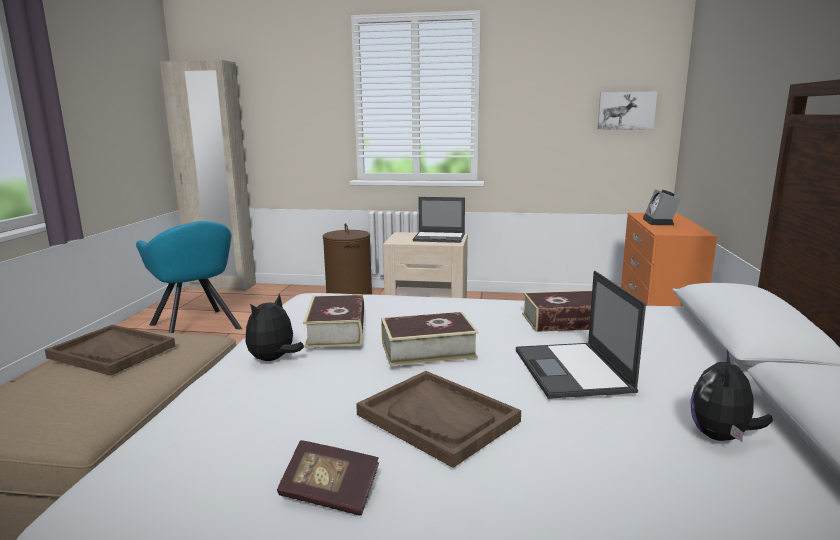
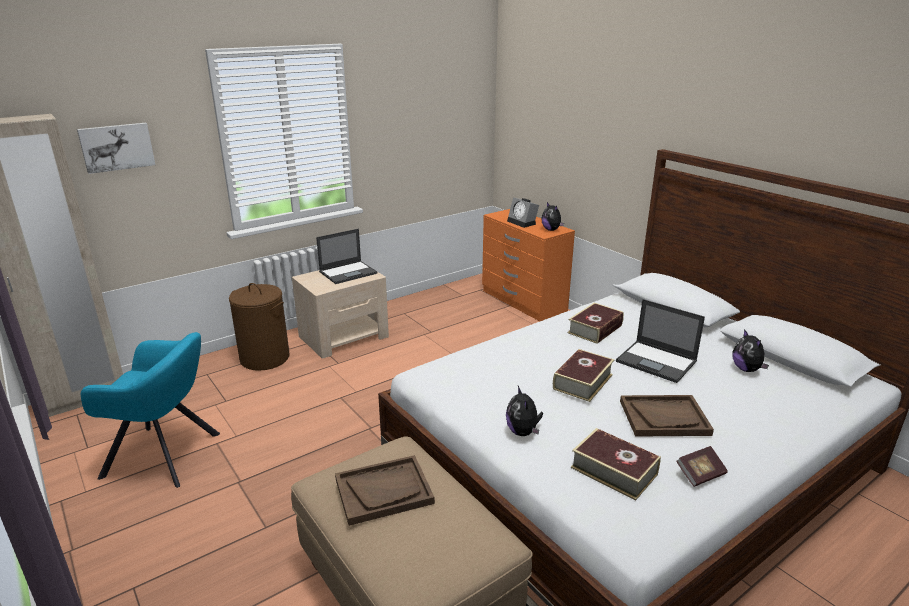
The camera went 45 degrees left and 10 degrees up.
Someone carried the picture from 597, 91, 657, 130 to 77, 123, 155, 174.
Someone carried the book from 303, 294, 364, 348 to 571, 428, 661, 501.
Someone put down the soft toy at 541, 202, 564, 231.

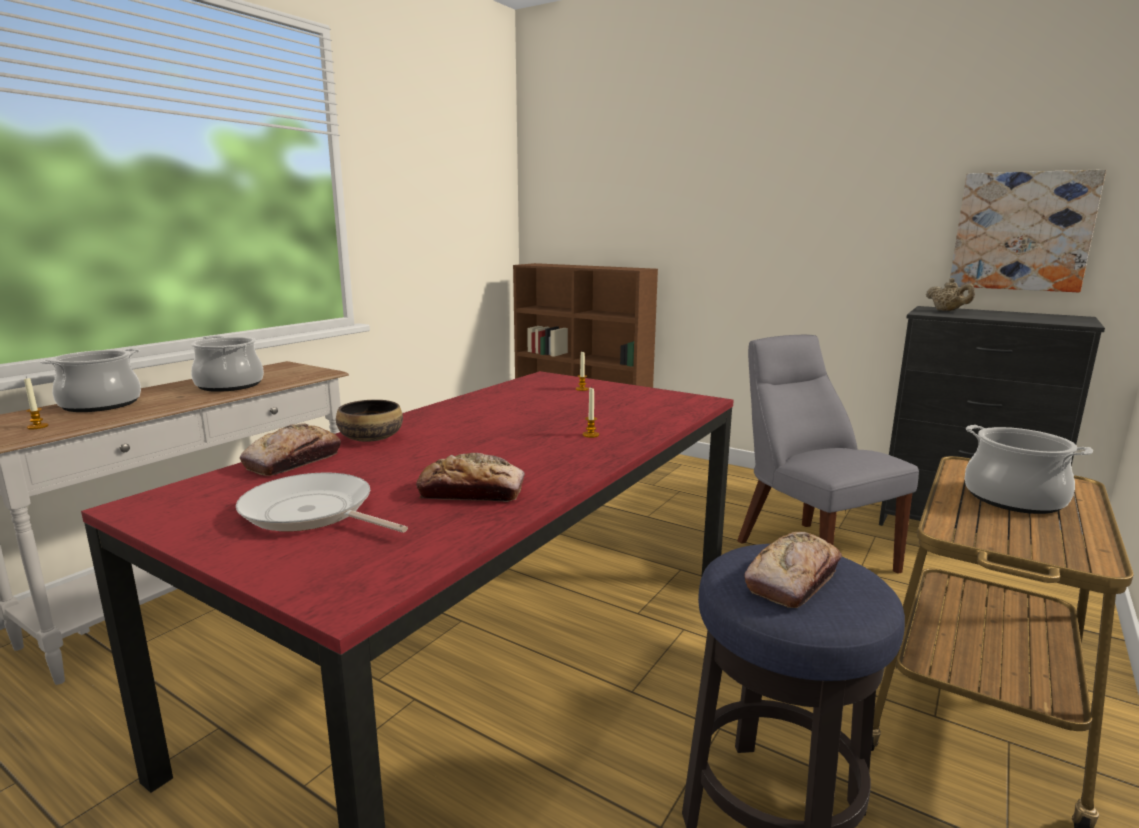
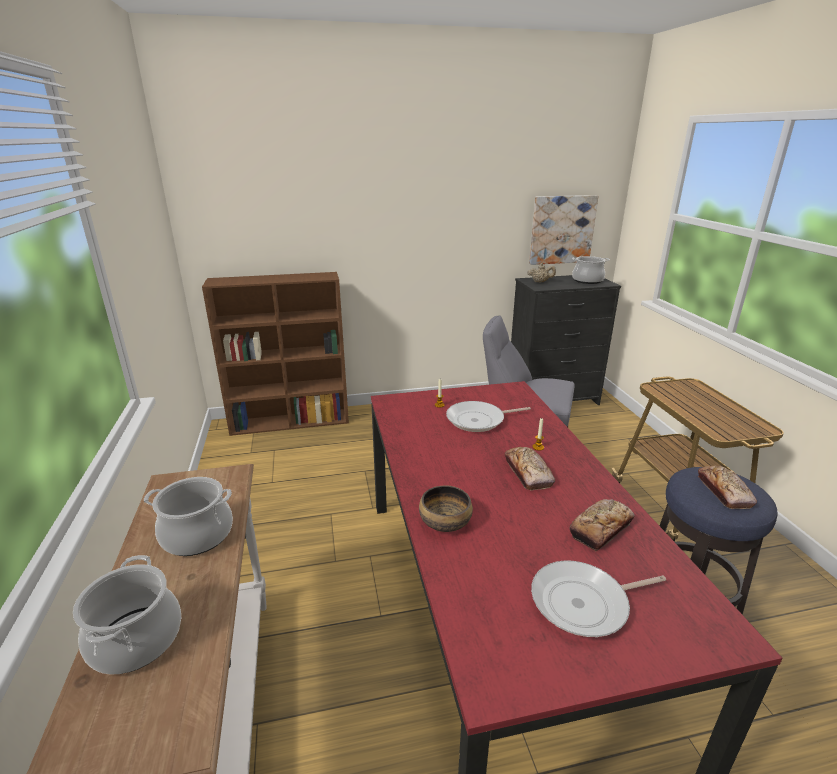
The camera went 45 degrees left and 10 degrees up.
Someone took away the candle at 24, 378, 49, 429.
Someone carried the baked bread from 240, 423, 341, 476 to 505, 447, 555, 491.
Someone carried the cooking pot from 965, 425, 1093, 514 to 572, 256, 610, 284.
Someone put down the skillet at 446, 401, 531, 432.

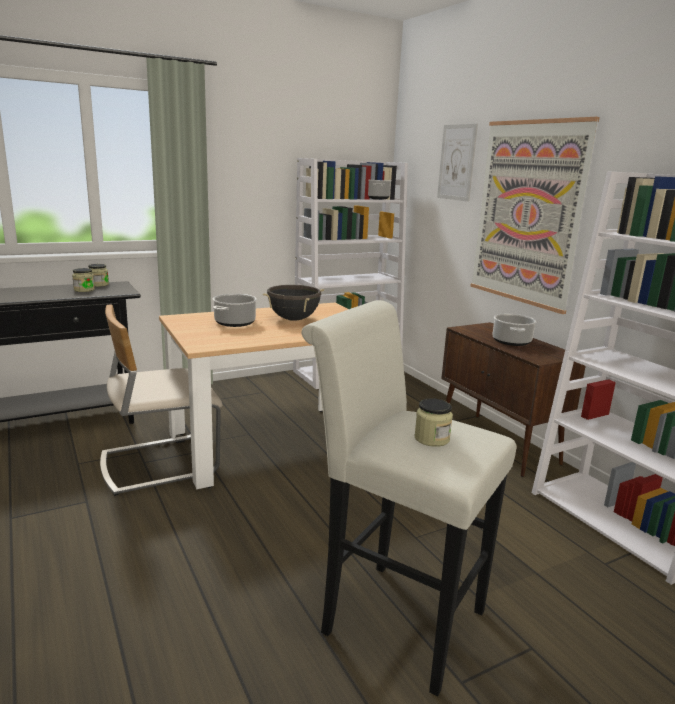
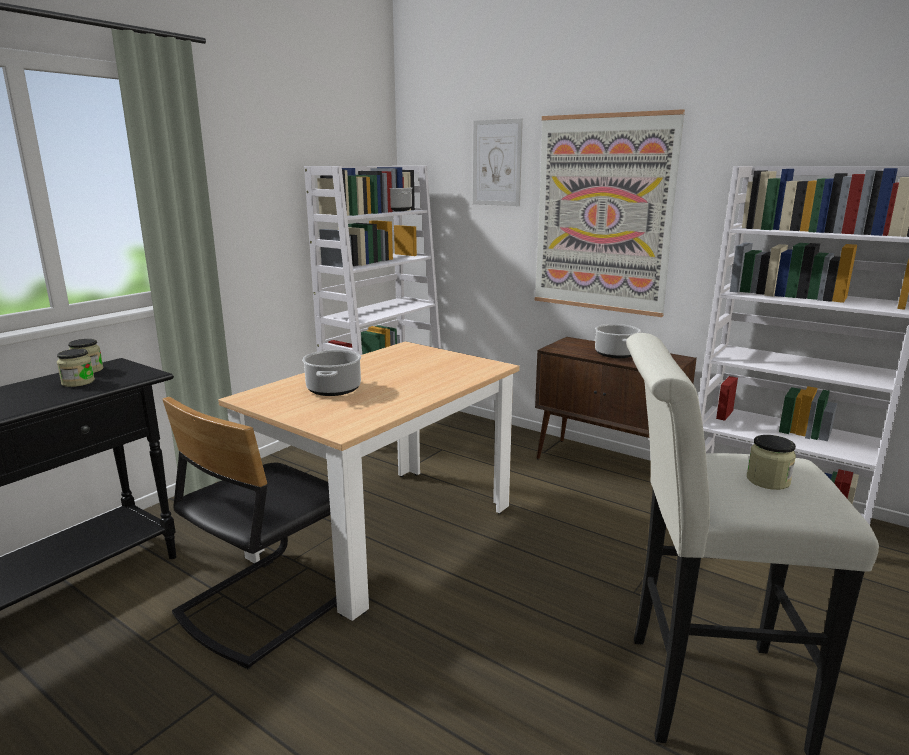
The camera went 25 degrees left and 0 degrees up.
Someone took away the blackish cooking pot at 263, 285, 324, 321.
Someone repainted the sand-coloured plain chair at 100, 305, 223, 496, which became the blackish plain chair at 162, 397, 337, 669.

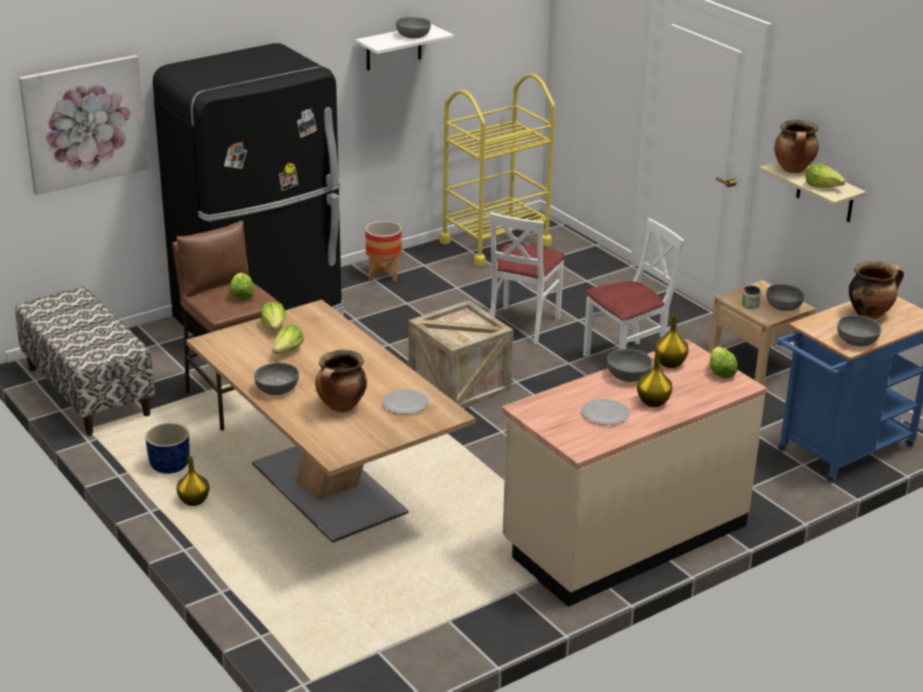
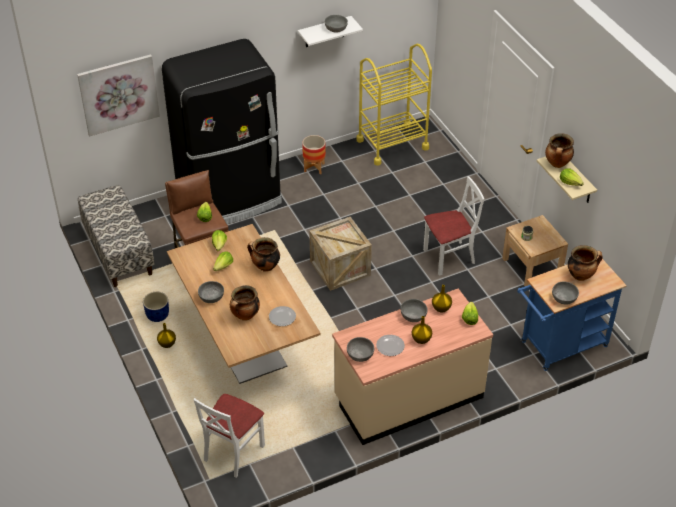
The camera went 10 degrees right and 15 degrees up.
Someone carried the whitish plain chair from 490, 212, 566, 344 to 193, 394, 265, 478.
Someone carried the grey deep dish from 766, 284, 805, 311 to 347, 337, 374, 362.
Someone put down the cooking pot at 247, 237, 280, 272.

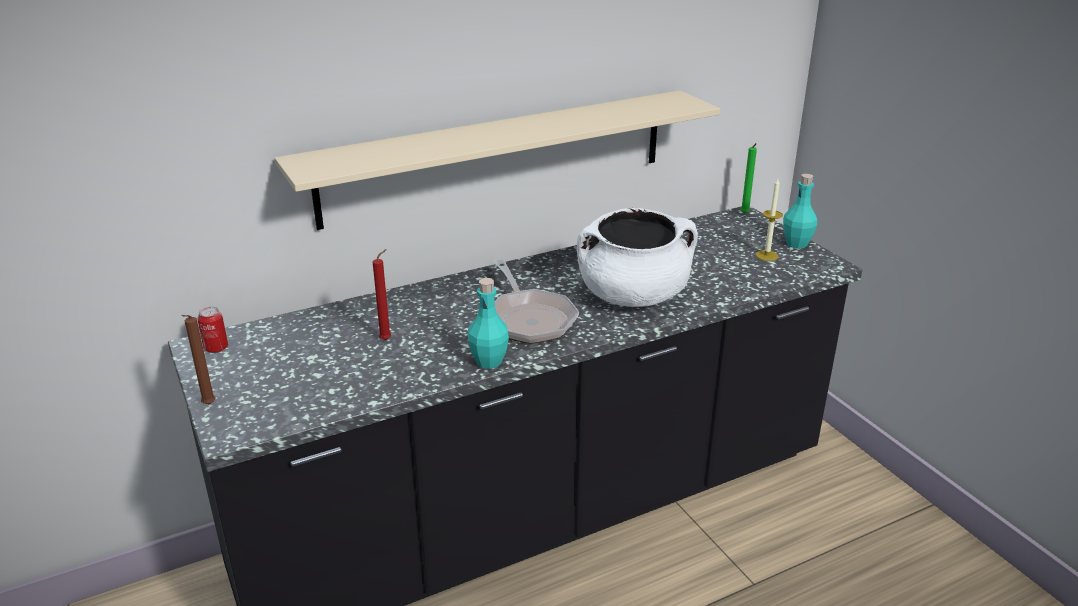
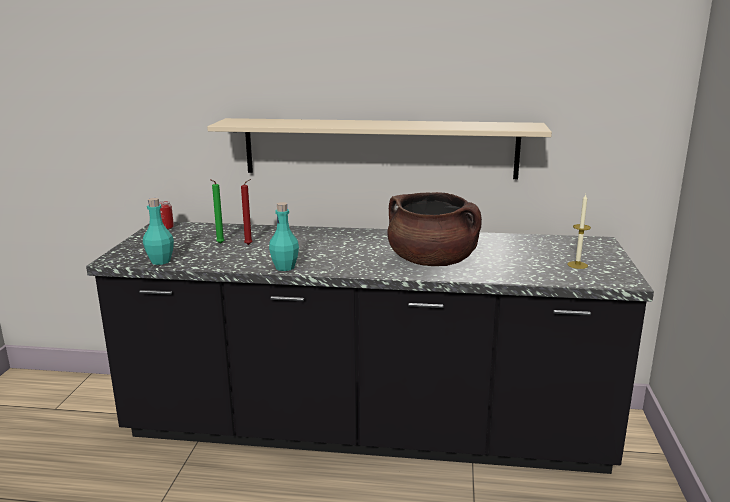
The camera went 35 degrees right and 10 degrees down.
Someone carried the green-coloured candle from 741, 143, 757, 213 to 210, 179, 225, 244.
Someone carried the turquoise-coloured beverage bottle from 783, 174, 817, 249 to 143, 198, 174, 265.
Someone repainted the whitish cooking pot at 577, 208, 698, 307, which became the brown-coloured cooking pot at 387, 192, 482, 266.
Someone took away the skillet at 494, 259, 579, 344.
Someone took away the brown-coloured candle at 181, 315, 215, 404.

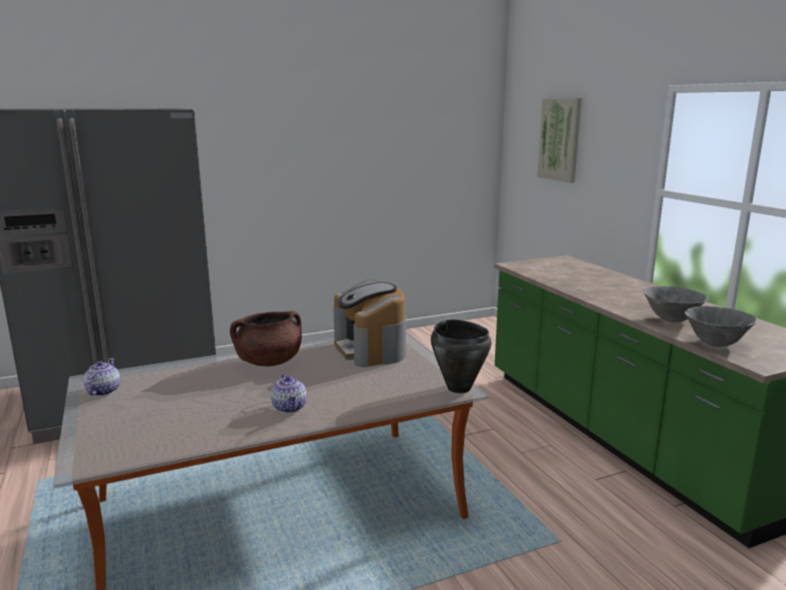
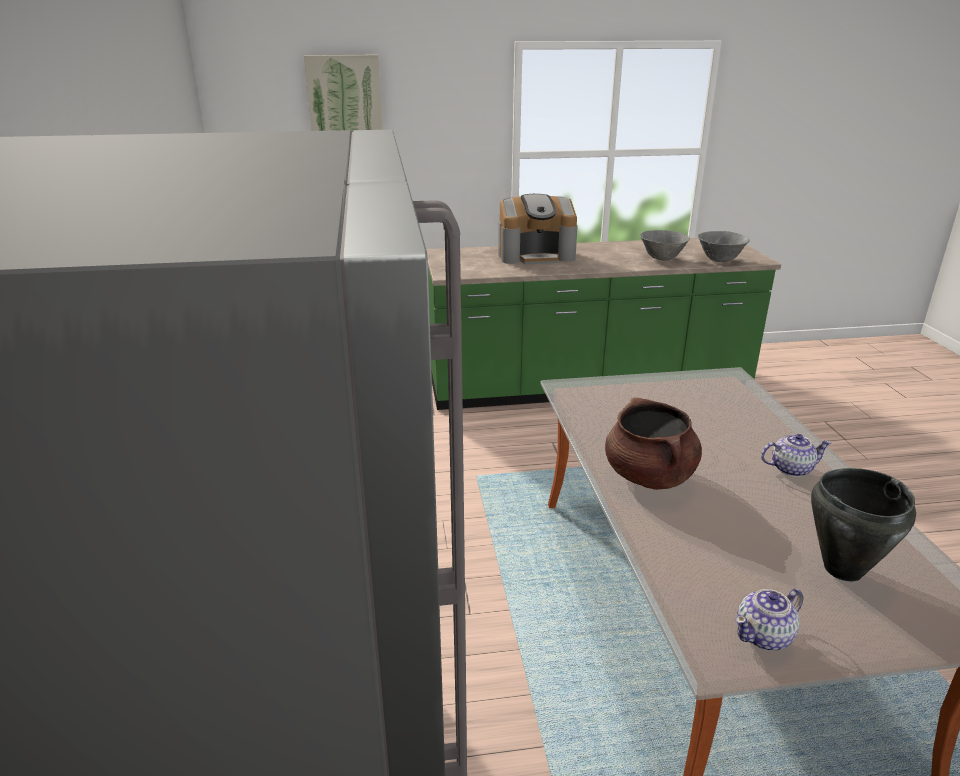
The camera went 75 degrees left and 10 degrees up.
Someone carried the coffee brewer from 333, 280, 406, 367 to 498, 194, 578, 264.
Someone carried the blackish cooking pot from 431, 320, 492, 393 to 811, 468, 916, 581.
Someone rotated the pot for tea at 83, 358, 120, 396 by 45 degrees counterclockwise.

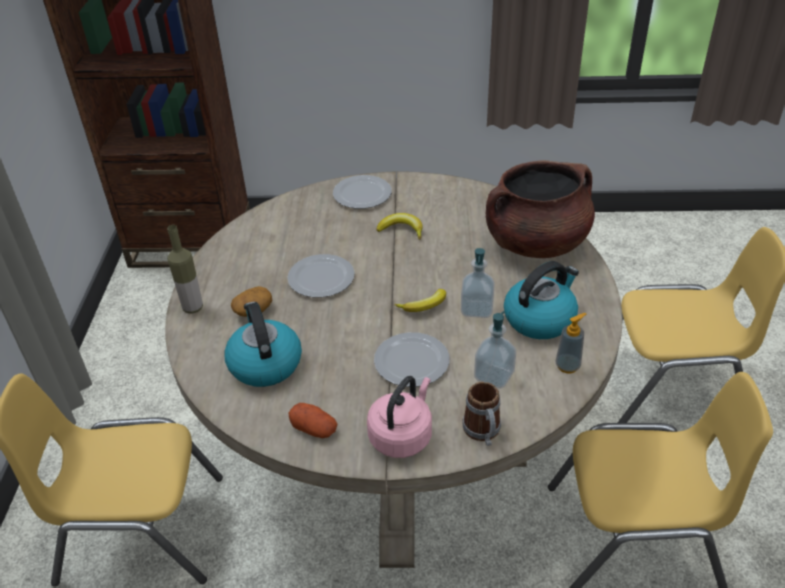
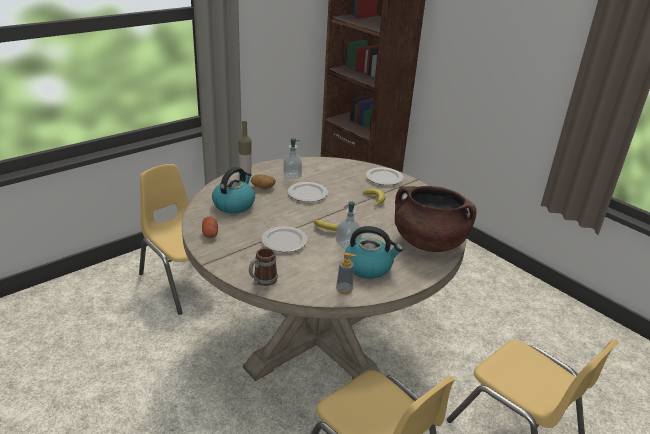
The camera went 45 degrees right and 10 degrees down.
Someone carried the soap bottle from 474, 311, 516, 389 to 283, 138, 302, 179.
Someone took away the pinkish tea kettle at 367, 376, 432, 458.

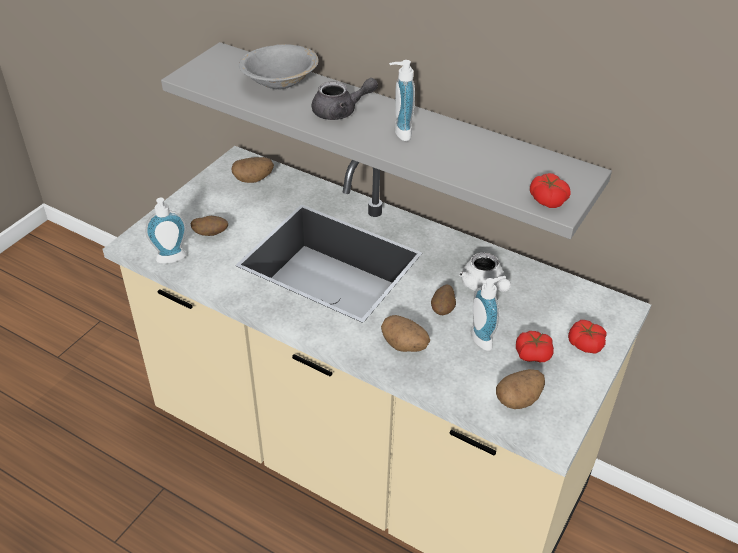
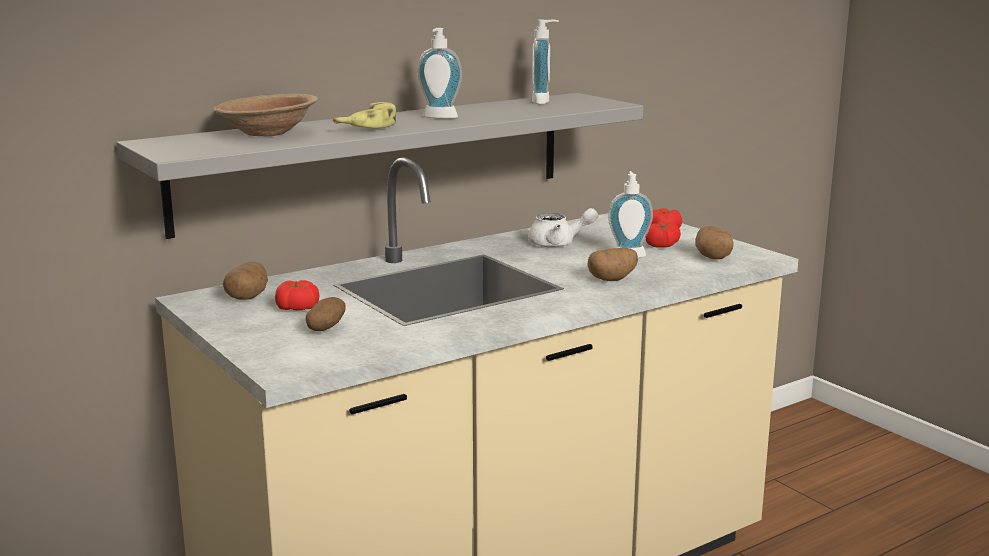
The camera went 65 degrees left and 25 degrees down.
Someone repainted the grey deep dish at 239, 44, 319, 90, which became the brown-coloured deep dish at 213, 94, 318, 136.
Someone swapped the grey pot for tea at 312, 78, 378, 120 for the banana at 333, 102, 396, 129.
Someone carried the fresh tomato from 530, 173, 571, 208 to 275, 280, 319, 311.
Someone carried the soap bottle from 145, 198, 187, 263 to 532, 19, 559, 104.
Someone took away the potato at 431, 285, 456, 315.

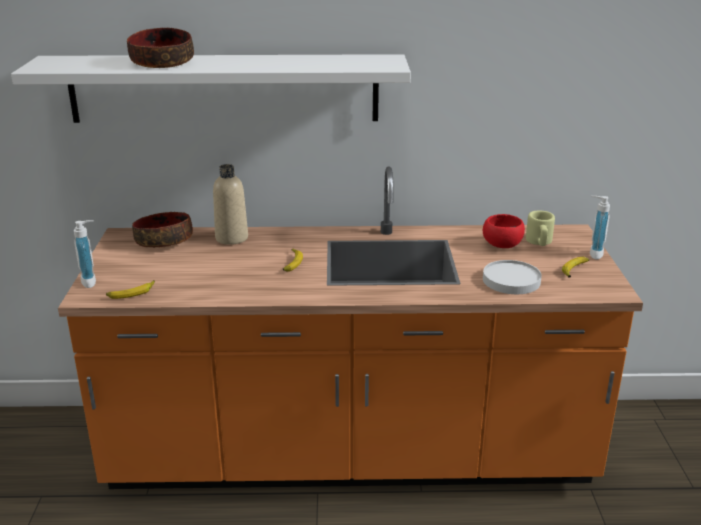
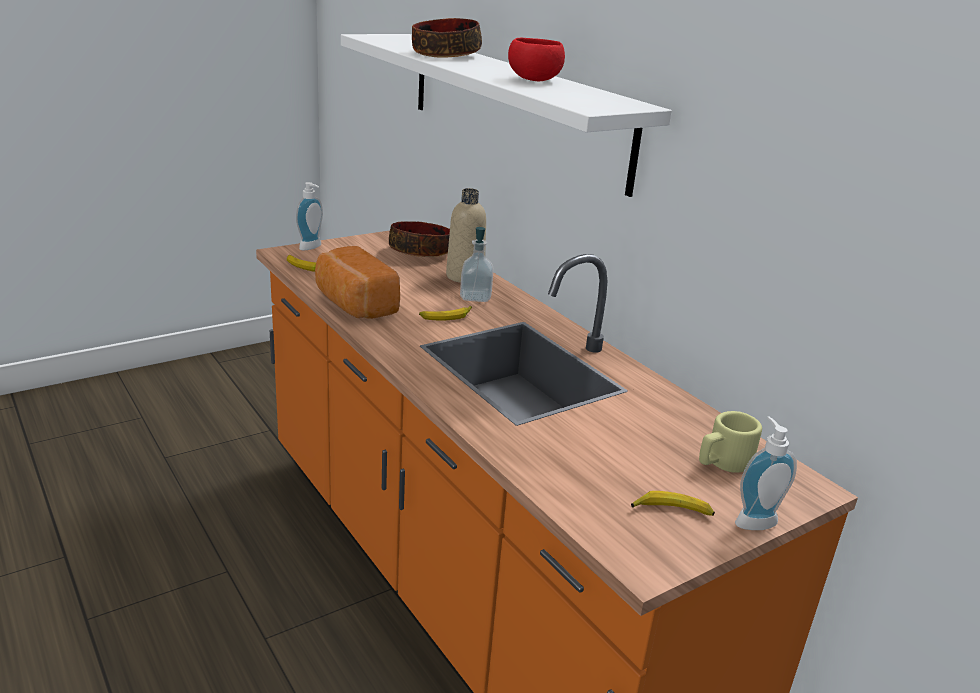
The camera went 55 degrees right and 0 degrees up.
Someone carried the red deep dish from 483, 214, 525, 248 to 508, 38, 565, 81.
Someone took away the whitish plate at 483, 260, 542, 294.
Someone put down the soap bottle at 460, 227, 494, 302.
Someone put down the baked bread at 315, 246, 400, 319.

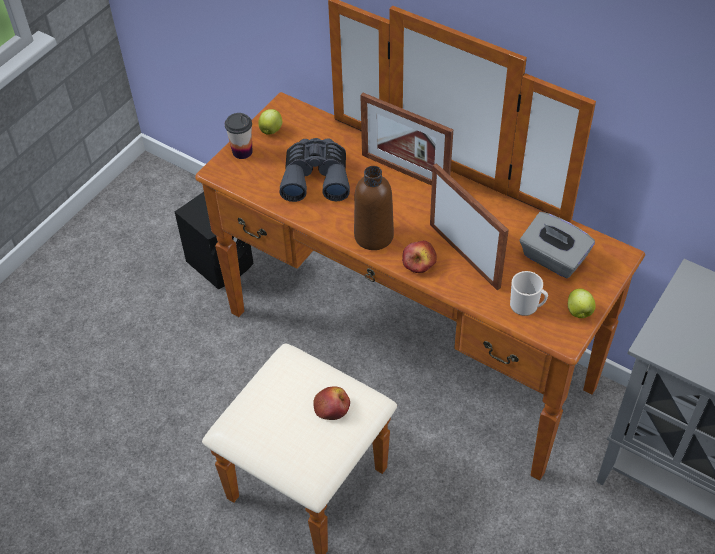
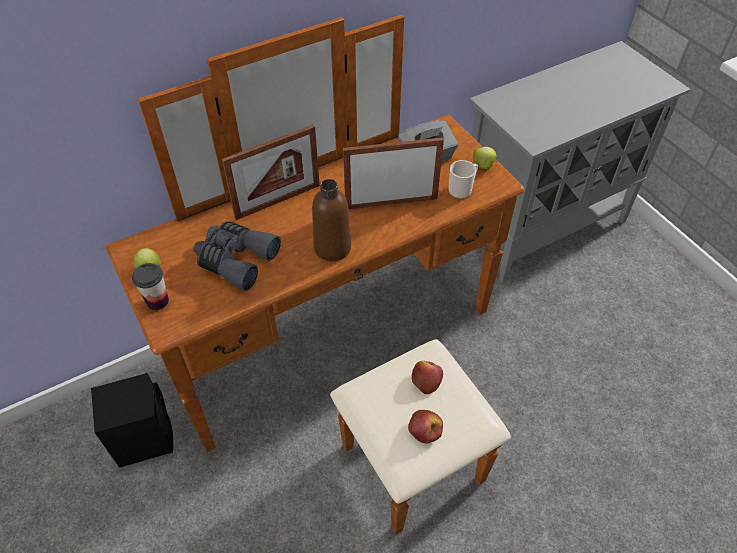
The camera went 65 degrees left and 0 degrees up.
Someone carried the apple from 402, 240, 437, 273 to 408, 410, 443, 443.

